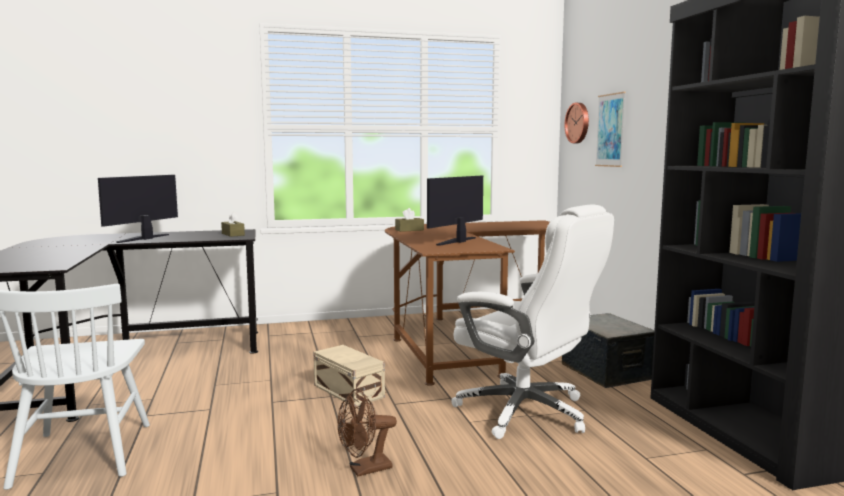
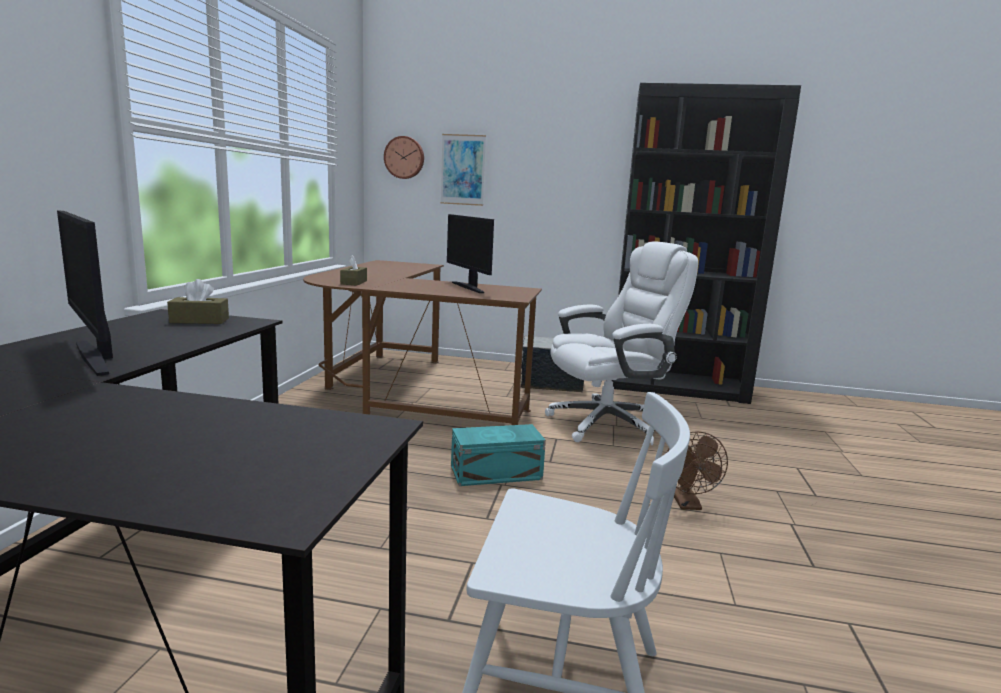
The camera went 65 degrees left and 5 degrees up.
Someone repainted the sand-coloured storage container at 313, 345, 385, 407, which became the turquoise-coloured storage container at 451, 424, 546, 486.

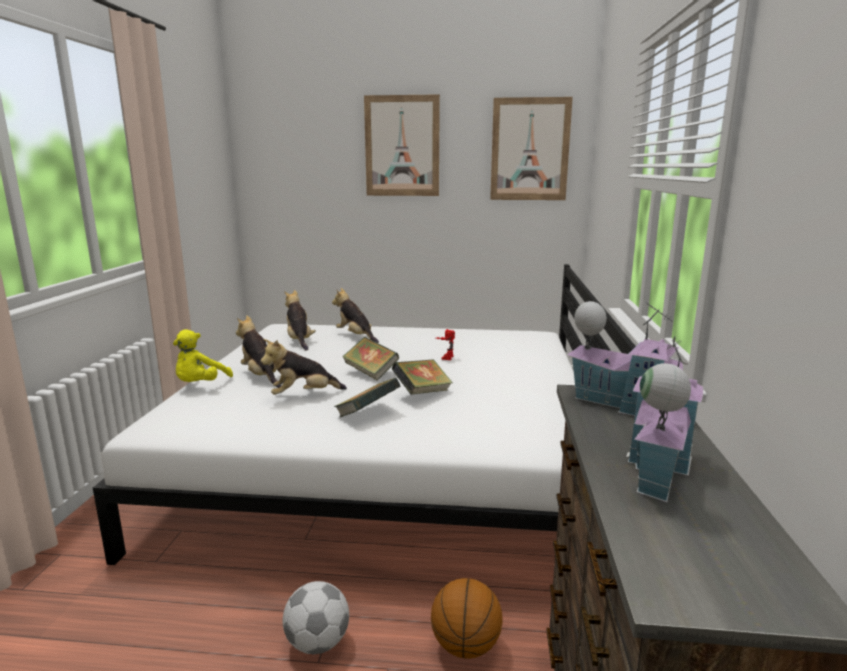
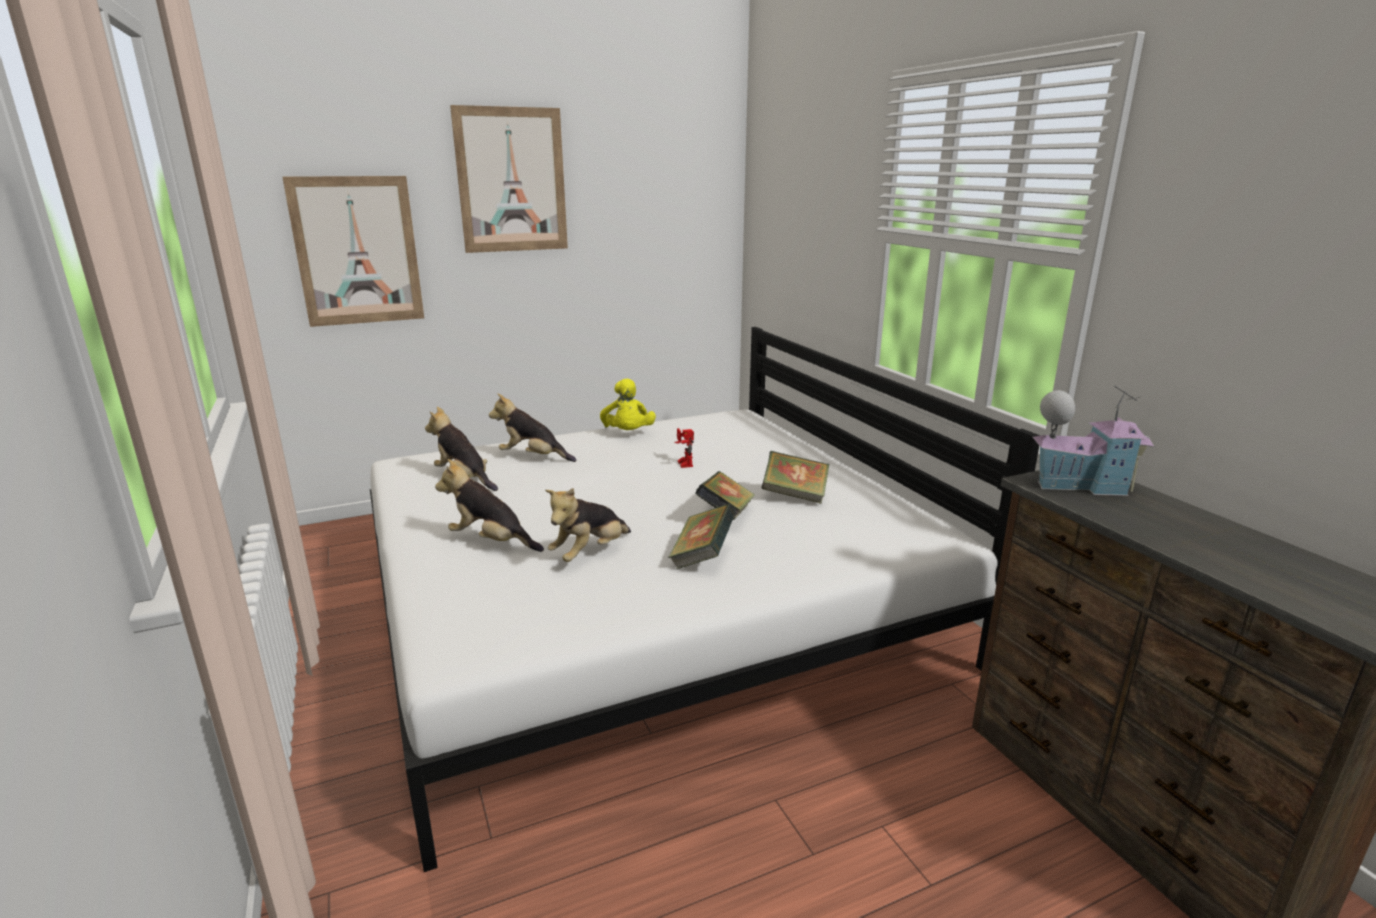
The camera went 30 degrees left and 5 degrees up.
Someone carried the picture from 490, 97, 573, 200 to 282, 176, 424, 327.
Someone carried the yellowish soft toy from 173, 329, 233, 382 to 600, 379, 656, 430.
Someone carried the book from 343, 337, 399, 381 to 761, 451, 830, 504.
Someone took away the toy house at 626, 337, 703, 503.
Someone took away the basketball ball at 431, 578, 503, 659.
Someone took away the football at 283, 581, 349, 654.

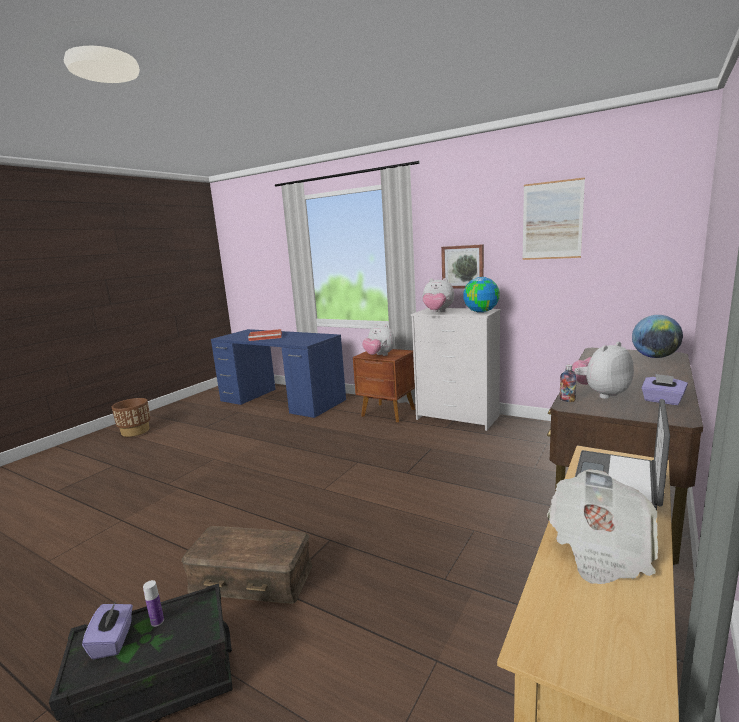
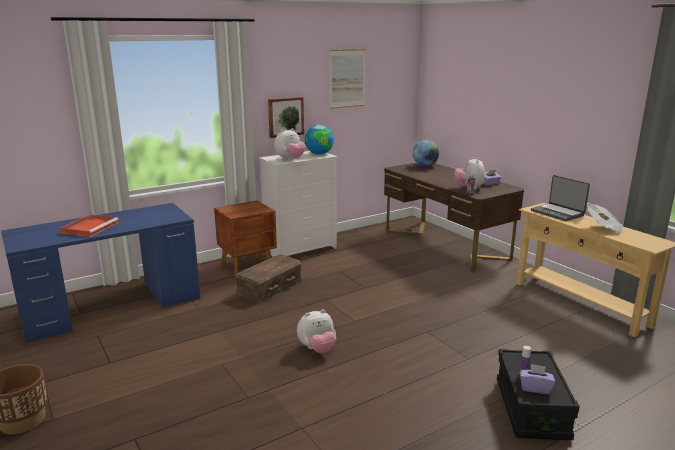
The camera went 65 degrees left and 5 degrees up.
Someone carried the soft toy from 362, 324, 395, 356 to 297, 309, 336, 353.
Someone carried the brown-coloured storage container from 181, 526, 312, 604 to 235, 254, 302, 303.

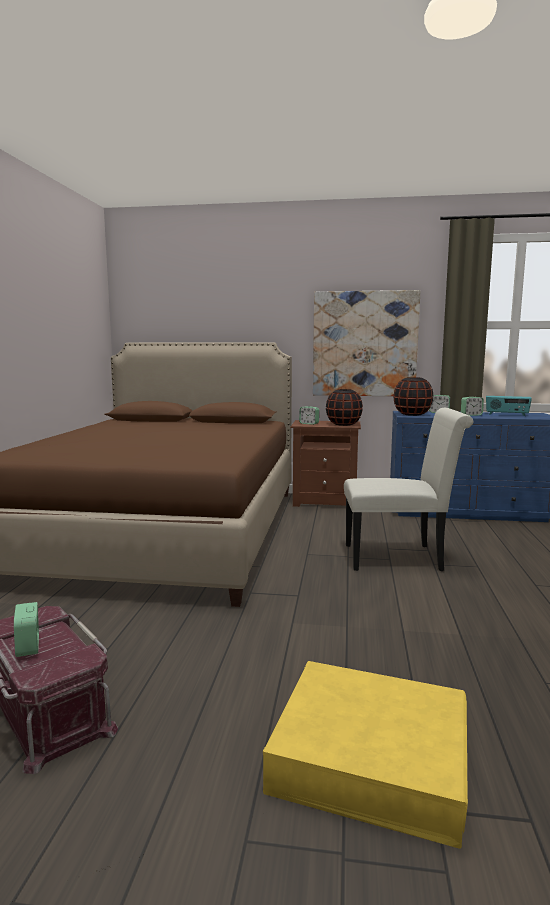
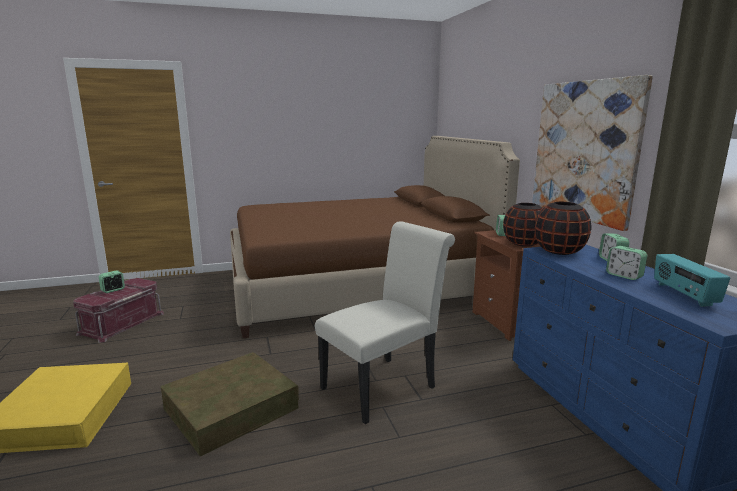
The camera went 65 degrees right and 5 degrees up.
Someone rotated the whitish plain chair at 344, 408, 473, 571 by 105 degrees counterclockwise.
Someone put down the brown-coloured storage container at 161, 352, 299, 456.

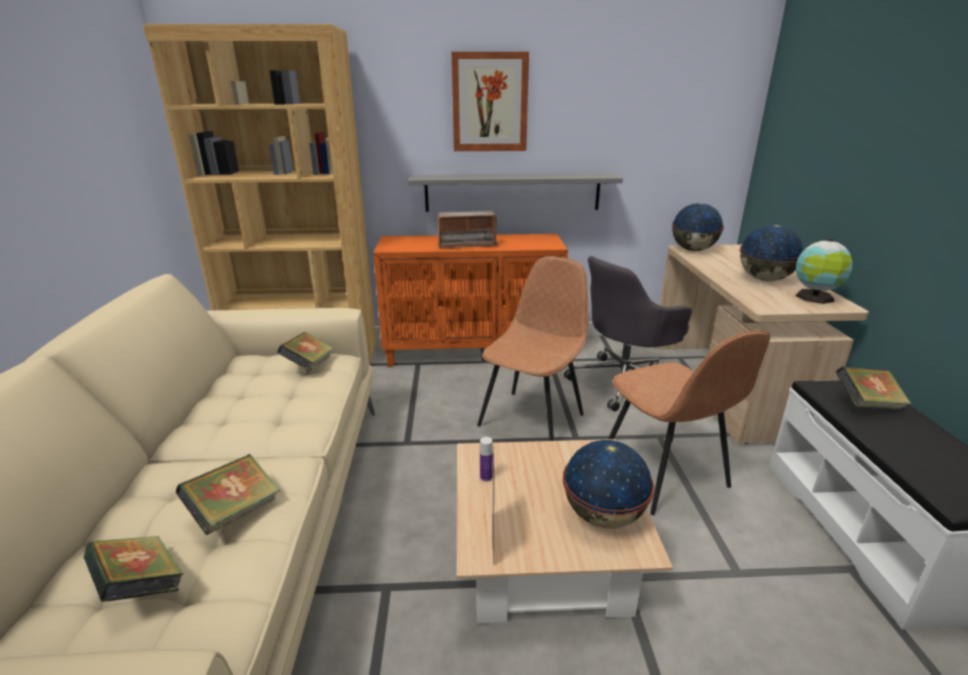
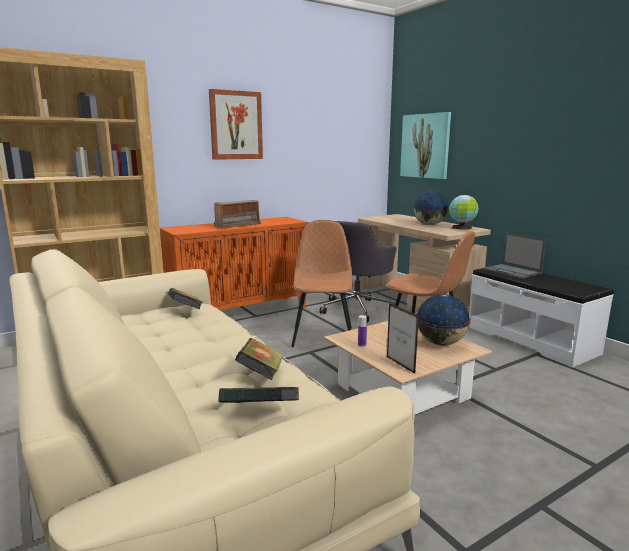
The camera went 30 degrees left and 10 degrees down.
Someone took away the grey shelf at 408, 173, 623, 212.
Someone took away the world globe at 672, 203, 724, 251.
Someone swapped the book at 836, 367, 911, 410 for the laptop at 482, 233, 546, 279.
Someone put up the picture at 400, 112, 451, 179.

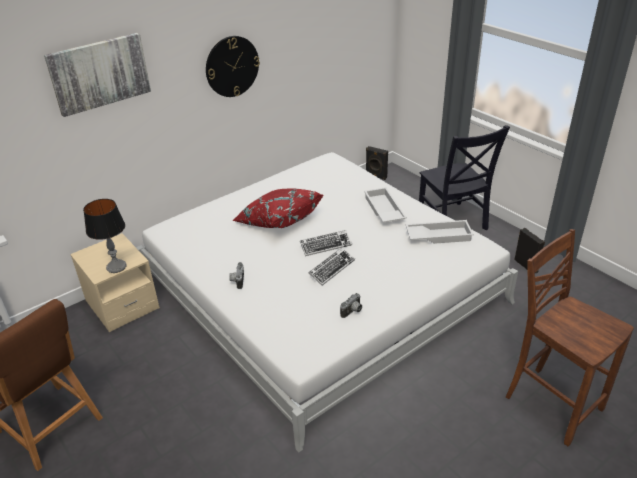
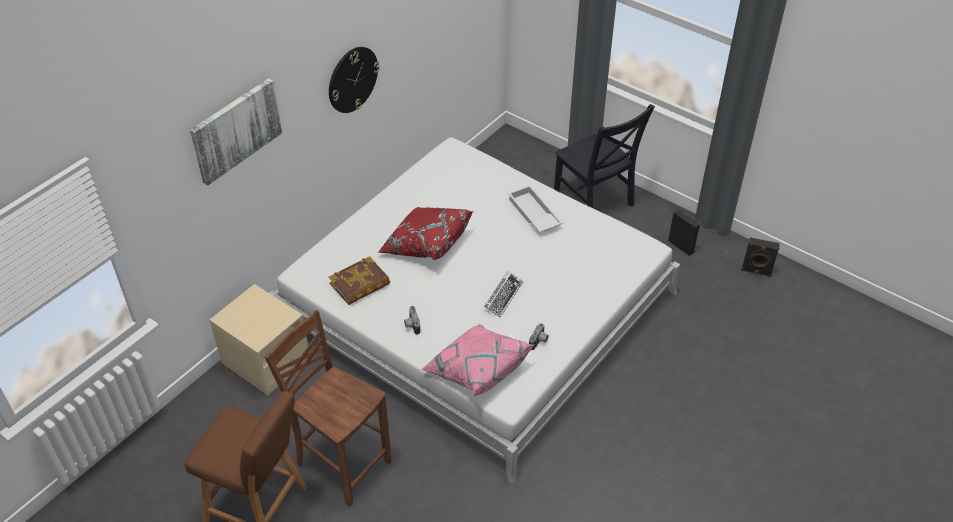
The camera went 15 degrees left and 10 degrees up.
Someone carried the blackish speaker from 366, 146, 388, 180 to 741, 237, 780, 277.
Someone took away the table lamp at 83, 199, 127, 273.
Someone took away the whitish tray at 405, 220, 474, 244.
Someone carried the brown-coloured plain chair from 506, 229, 634, 446 to 265, 310, 392, 507.
Someone took away the PC keyboard at 300, 230, 352, 256.
Someone put down the book at 329, 256, 390, 305.
Someone put down the pinkish cushion at 421, 324, 535, 396.

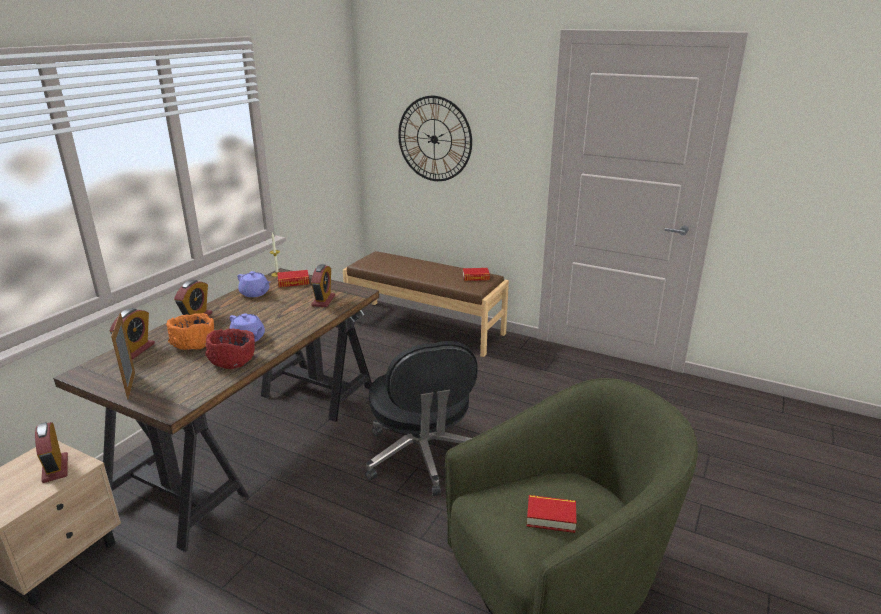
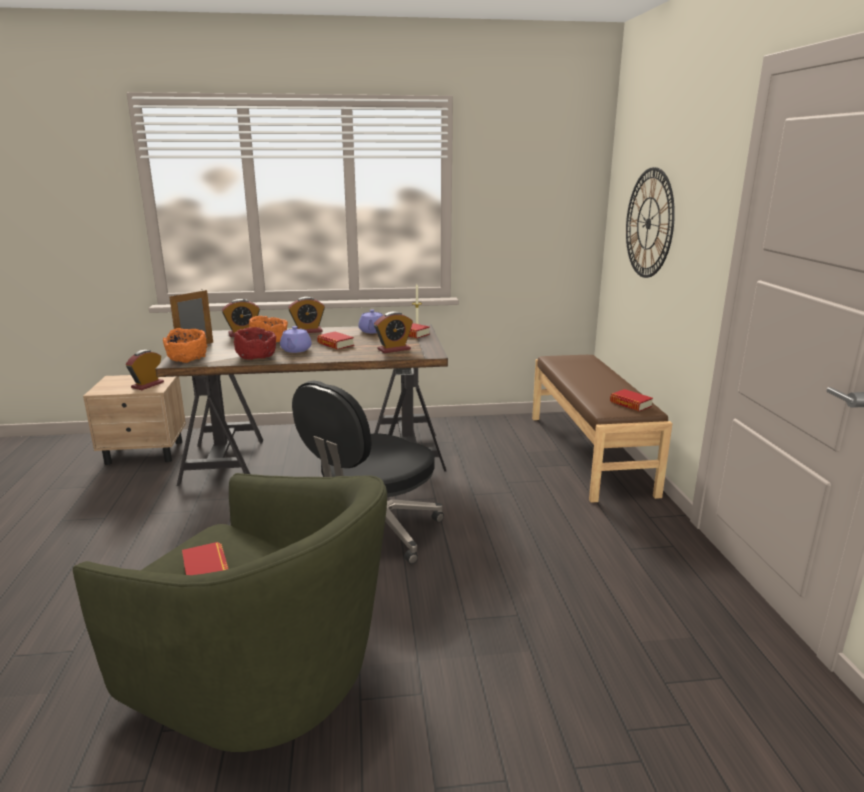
The camera went 55 degrees right and 5 degrees down.
Someone put down the orange deep dish at 163, 328, 208, 363.
Someone put down the book at 317, 332, 354, 350.

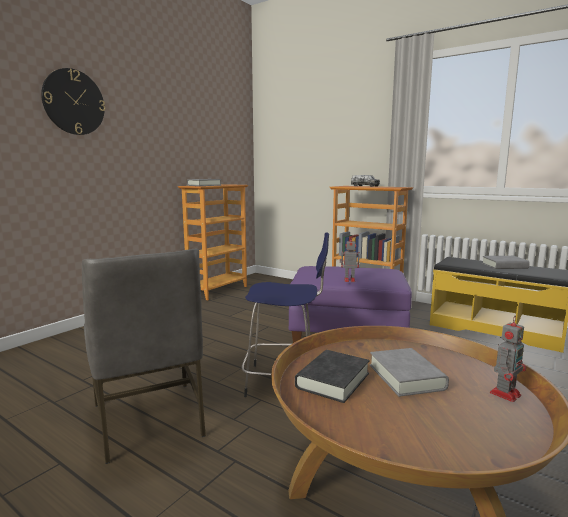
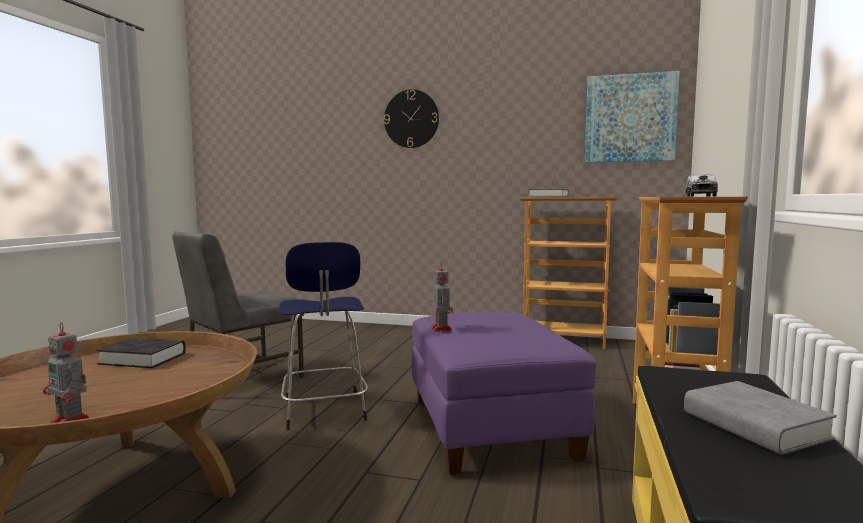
The camera went 70 degrees right and 5 degrees down.
Someone took away the grey book at 370, 348, 449, 397.
Someone put up the picture at 585, 71, 680, 163.

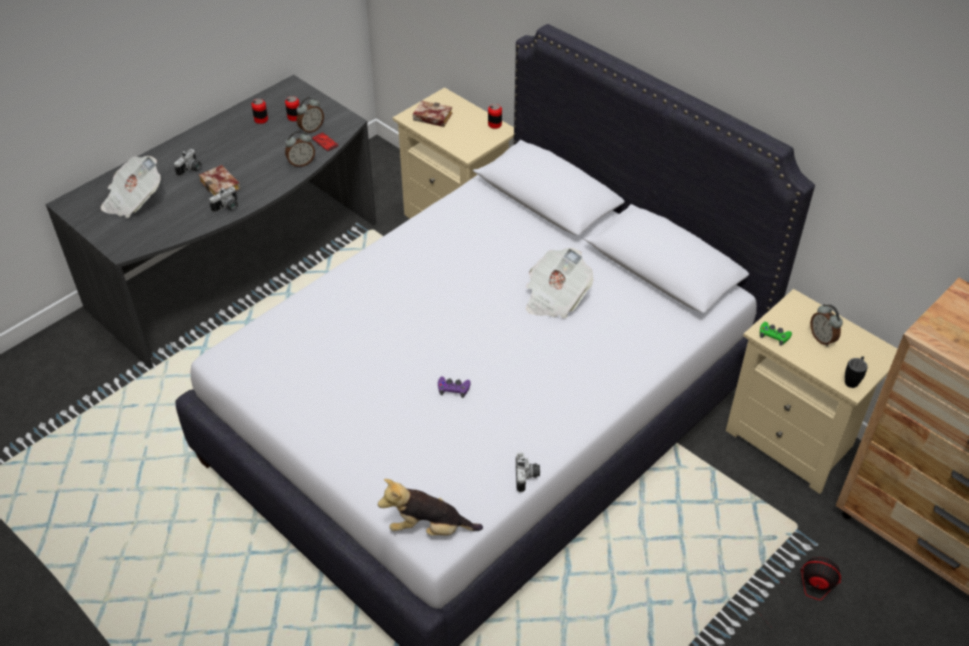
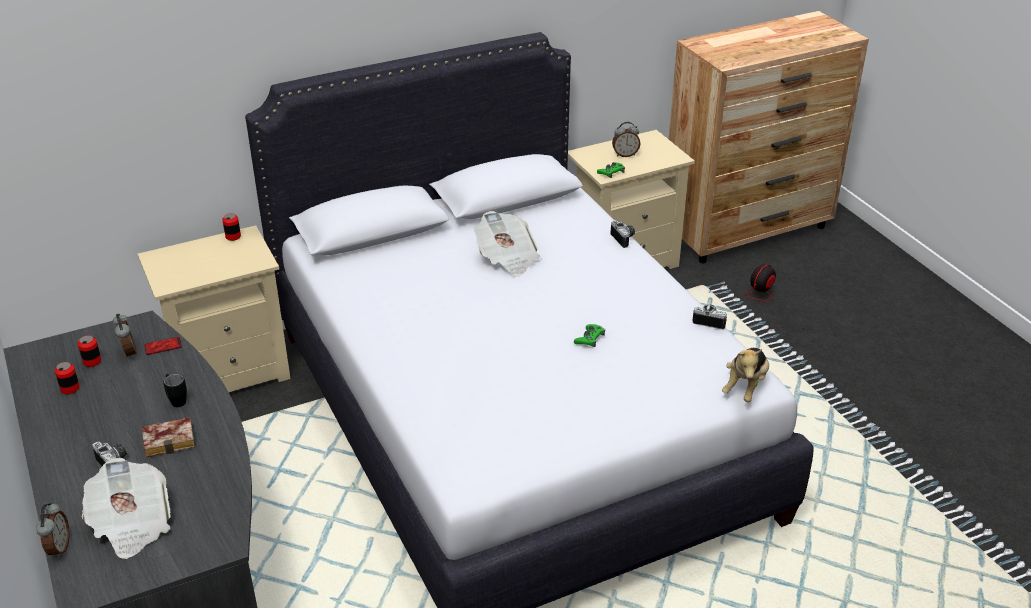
The camera went 70 degrees left and 10 degrees down.
Someone took away the book at 413, 101, 452, 127.
Someone carried the alarm clock from 285, 131, 315, 167 to 36, 502, 70, 558.
Someone carried the photo camera from 209, 187, 238, 212 to 610, 220, 635, 248.
Someone carried the blackish tea mug from 845, 356, 868, 388 to 163, 374, 187, 407.
Someone repainted the purple gamepad at 438, 376, 470, 398, which became the green-coloured gamepad at 574, 324, 605, 347.

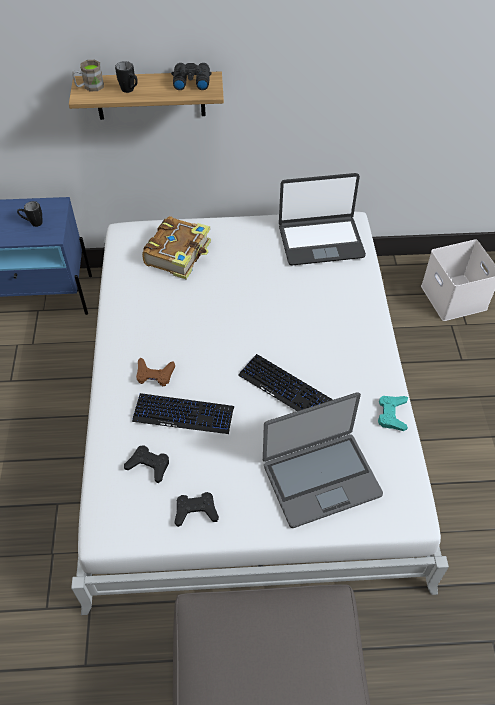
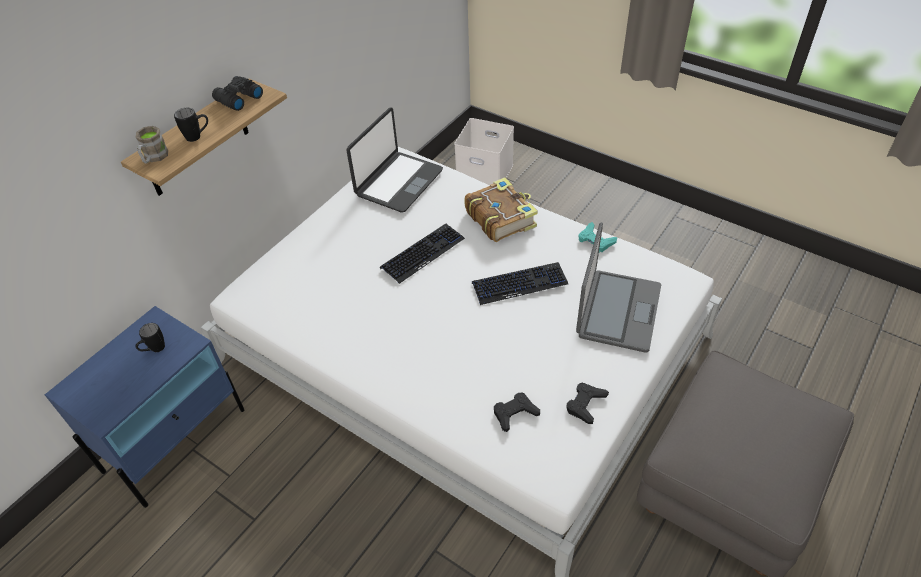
The camera went 50 degrees left and 5 degrees down.
Someone carried the book from 142, 216, 211, 279 to 464, 178, 538, 242.
Someone took away the brown-coloured gamepad at 136, 358, 175, 386.
Someone carried the PC keyboard from 132, 393, 234, 434 to 380, 224, 465, 284.

